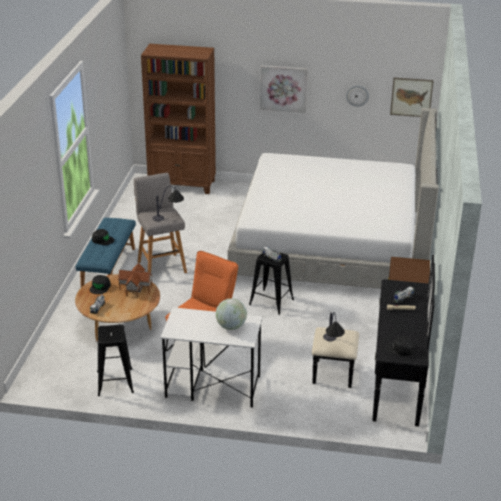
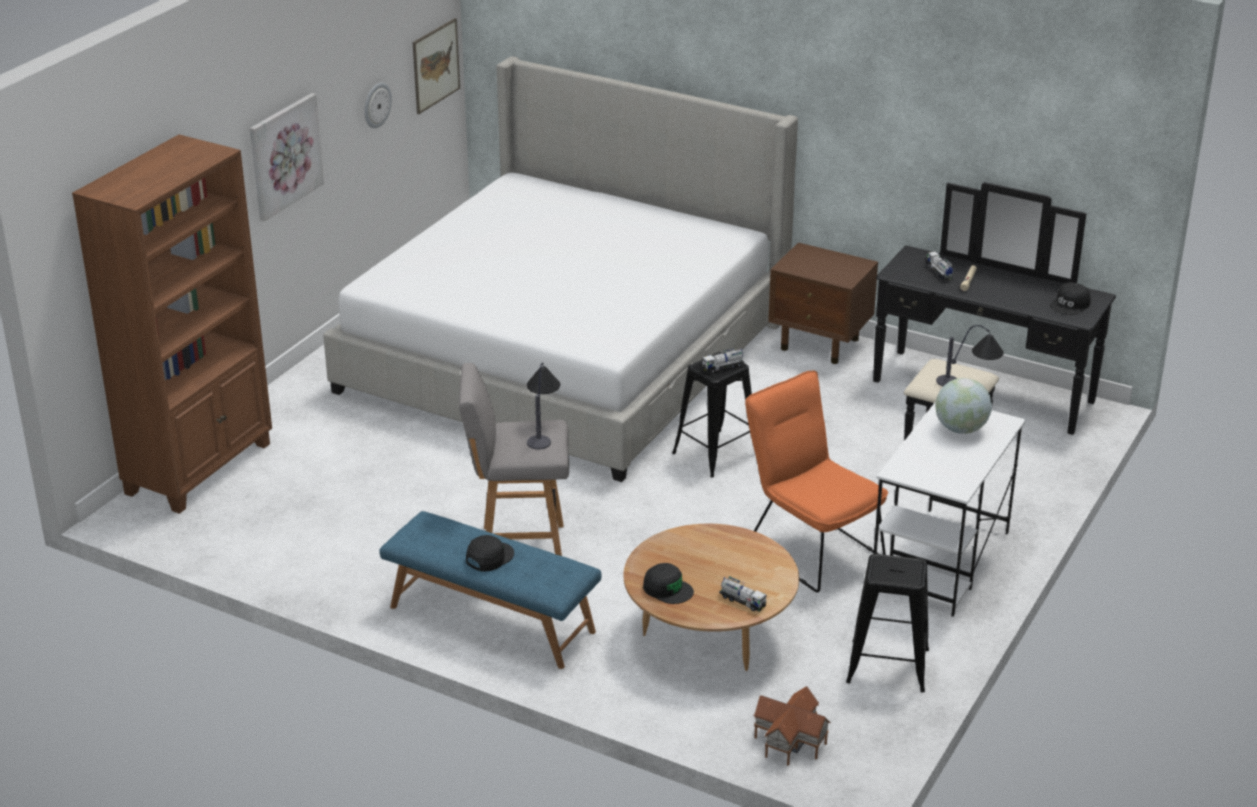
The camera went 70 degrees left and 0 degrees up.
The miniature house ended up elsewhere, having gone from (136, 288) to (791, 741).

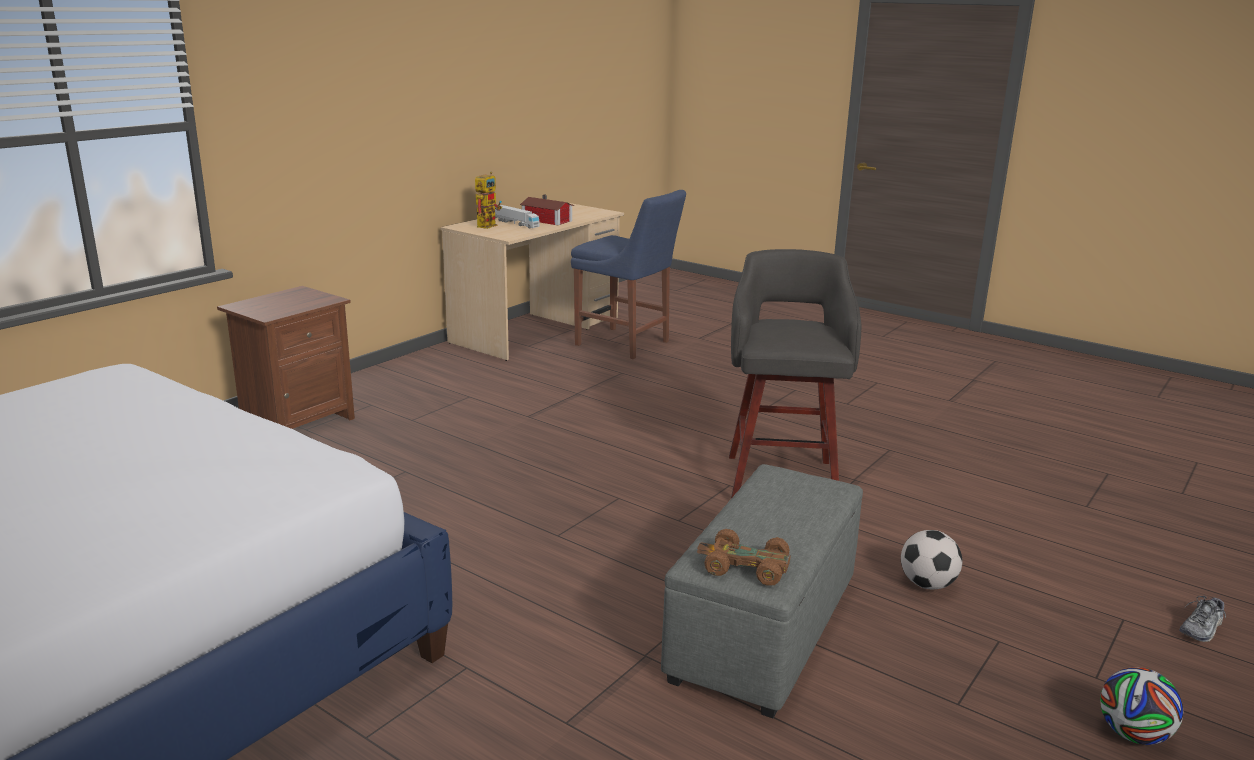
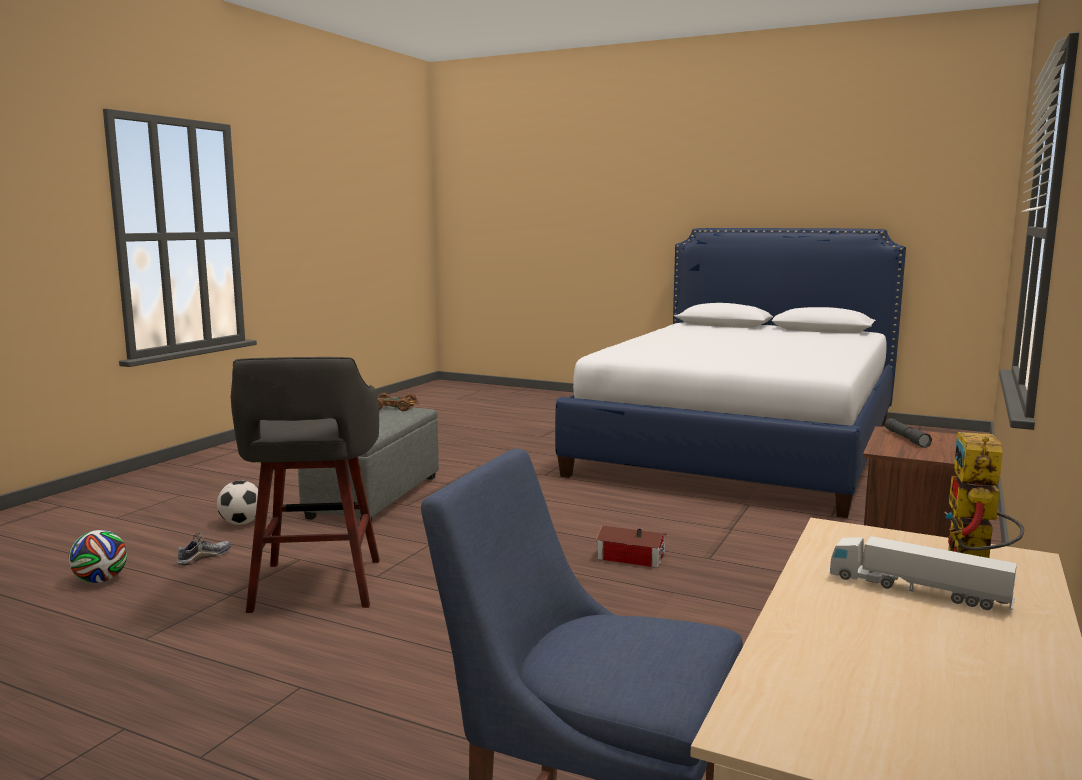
The camera went 170 degrees right and 10 degrees down.
The miniature house ended up elsewhere, having gone from (547, 220) to (630, 556).
The football ball ended up elsewhere, having gone from (1133, 734) to (100, 580).
The low shoe ended up elsewhere, having gone from (1201, 629) to (204, 557).
The second view gained the gray flashlight at (906, 438).

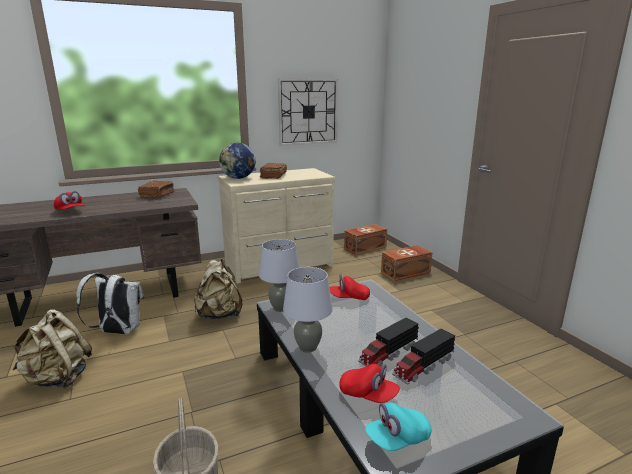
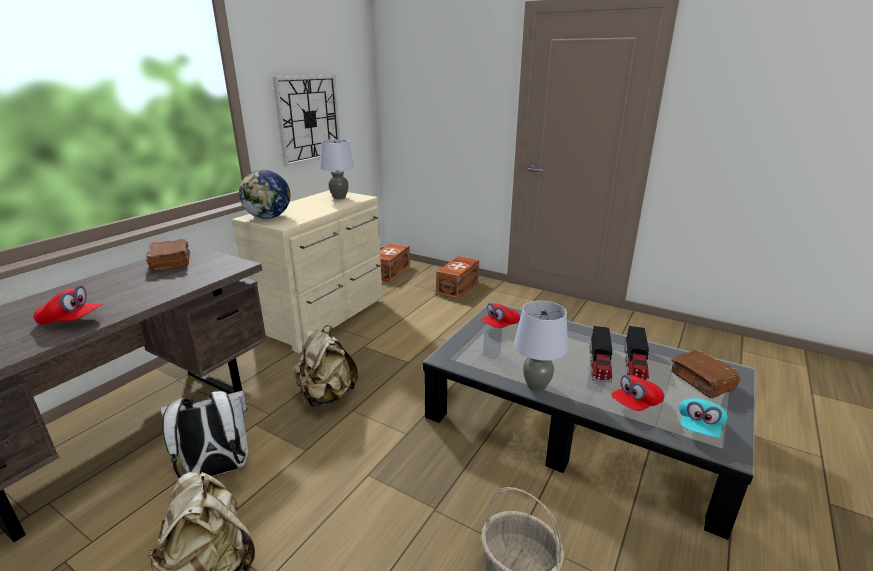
The camera went 35 degrees left and 5 degrees up.
The gray lamp for a table ended up elsewhere, having gone from (281, 308) to (339, 197).
The brownish bound book ended up elsewhere, having gone from (273, 176) to (702, 382).
The reddish baseball cap at (368, 395) ended up facing another way, 150 degrees clockwise from before.

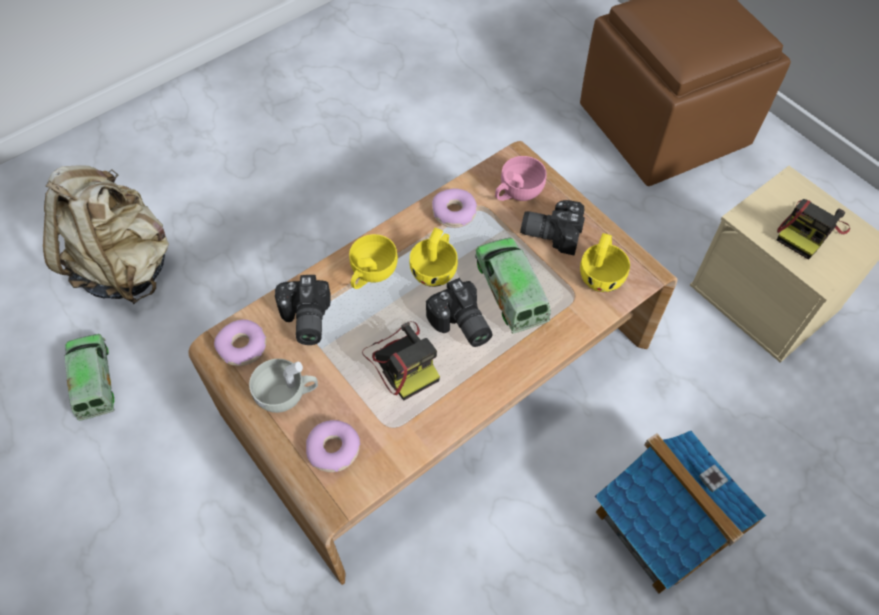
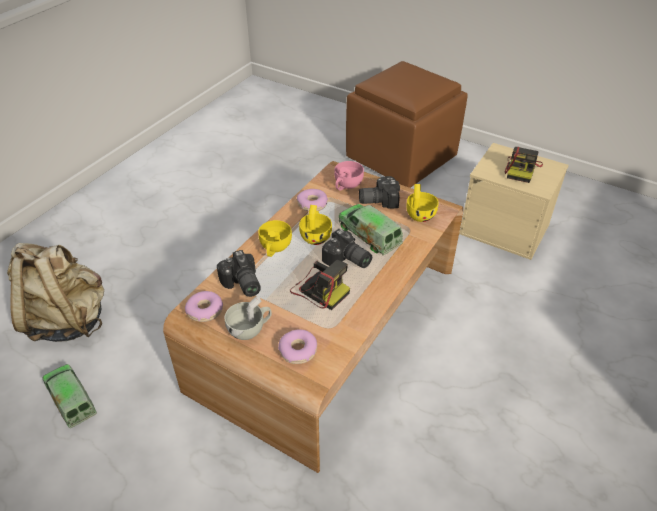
The camera went 20 degrees left and 15 degrees down.
The second view lost the miniature house at (664, 526).

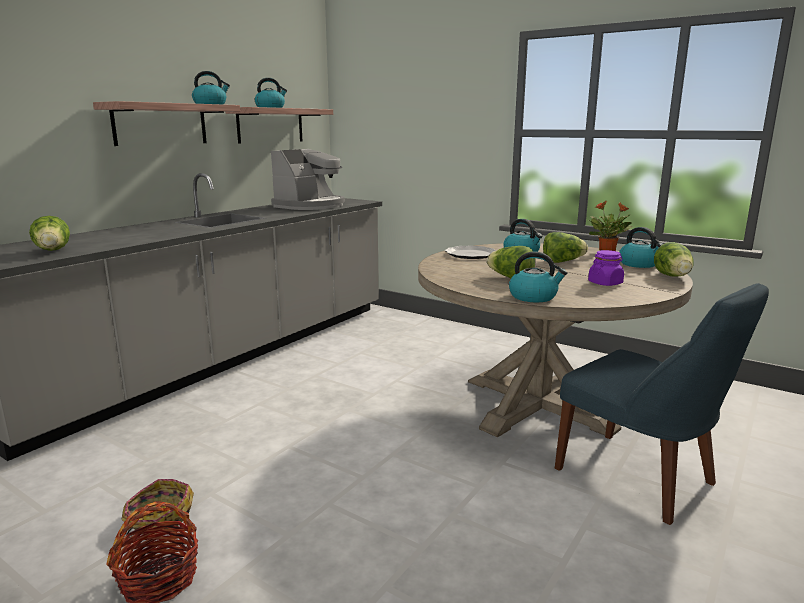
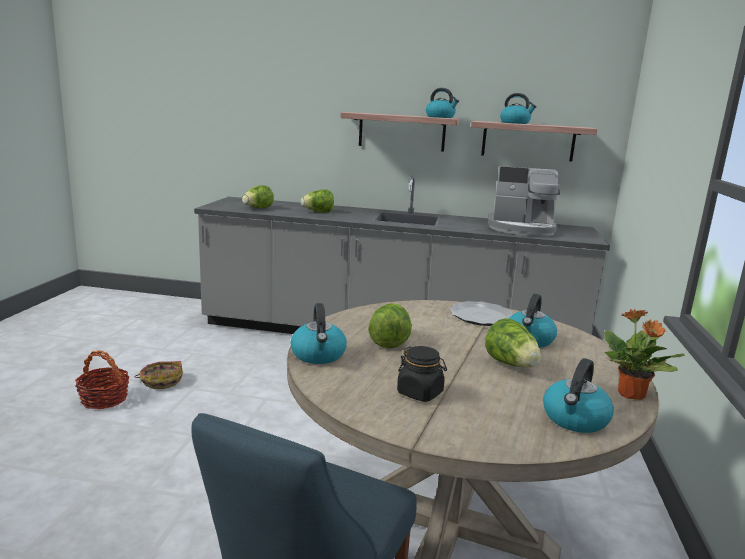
The camera went 65 degrees right and 0 degrees up.
What was the purple jar at (605, 283) turned into the black jar at (420, 393).
The lettuce ended up elsewhere, having gone from (673, 277) to (318, 212).

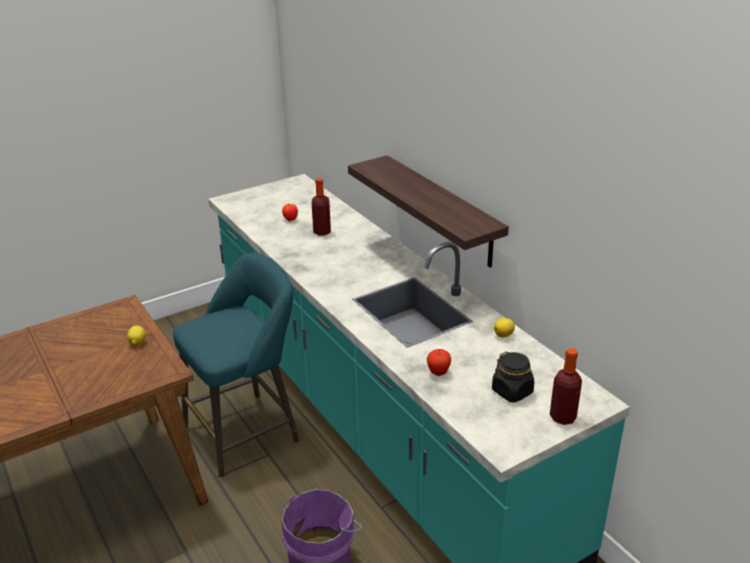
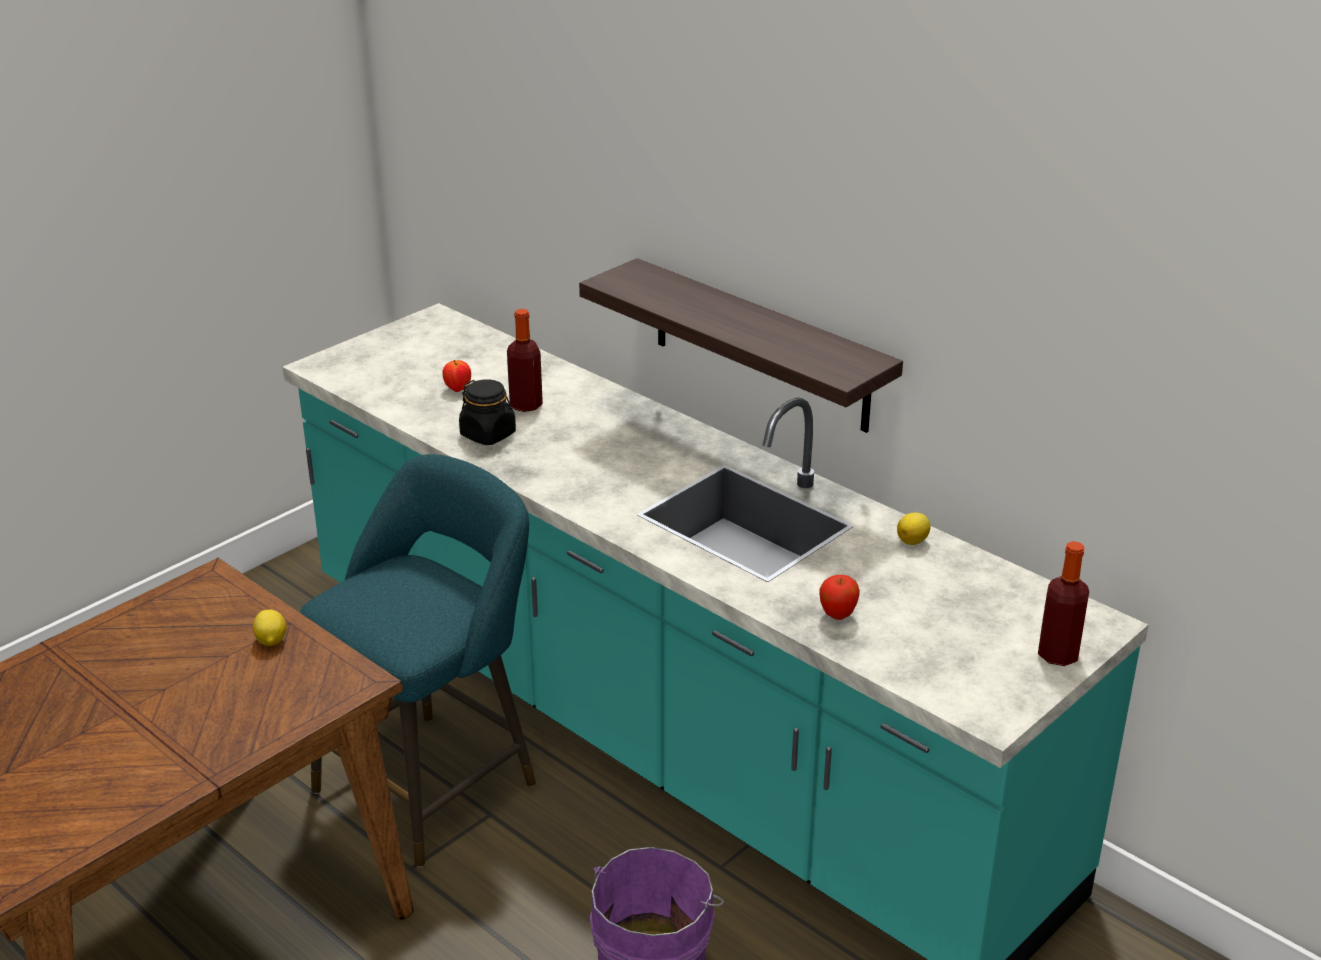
The camera went 15 degrees left and 0 degrees up.
The black jar ended up elsewhere, having gone from (512, 391) to (488, 434).

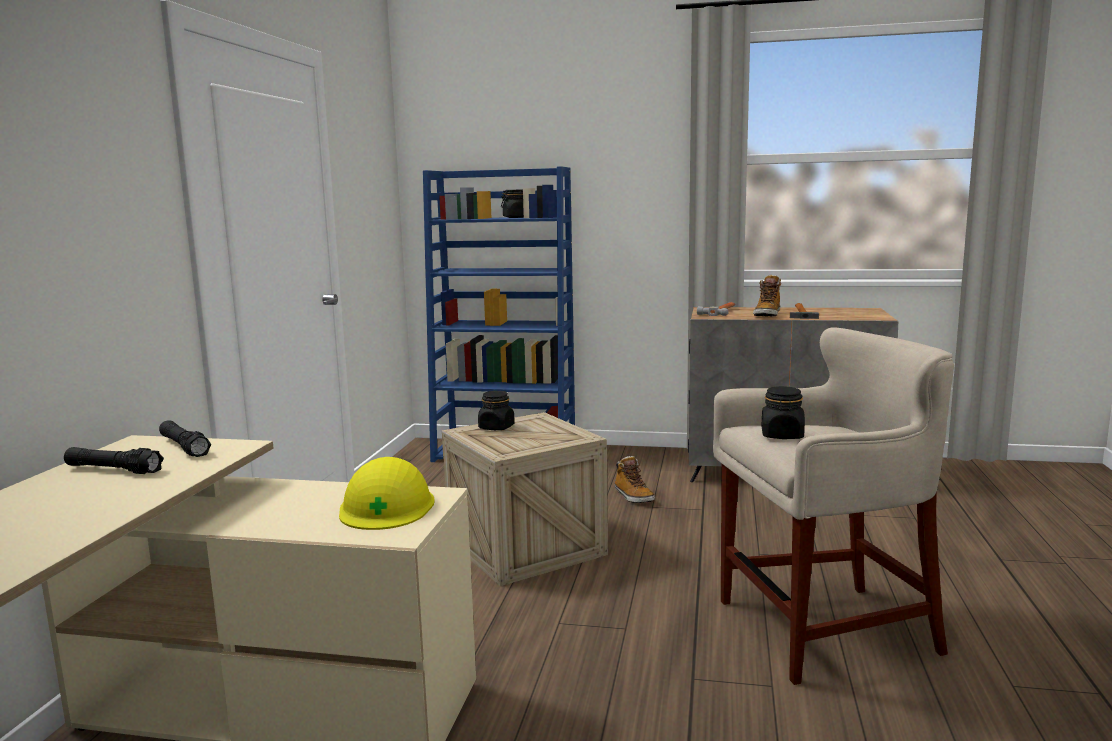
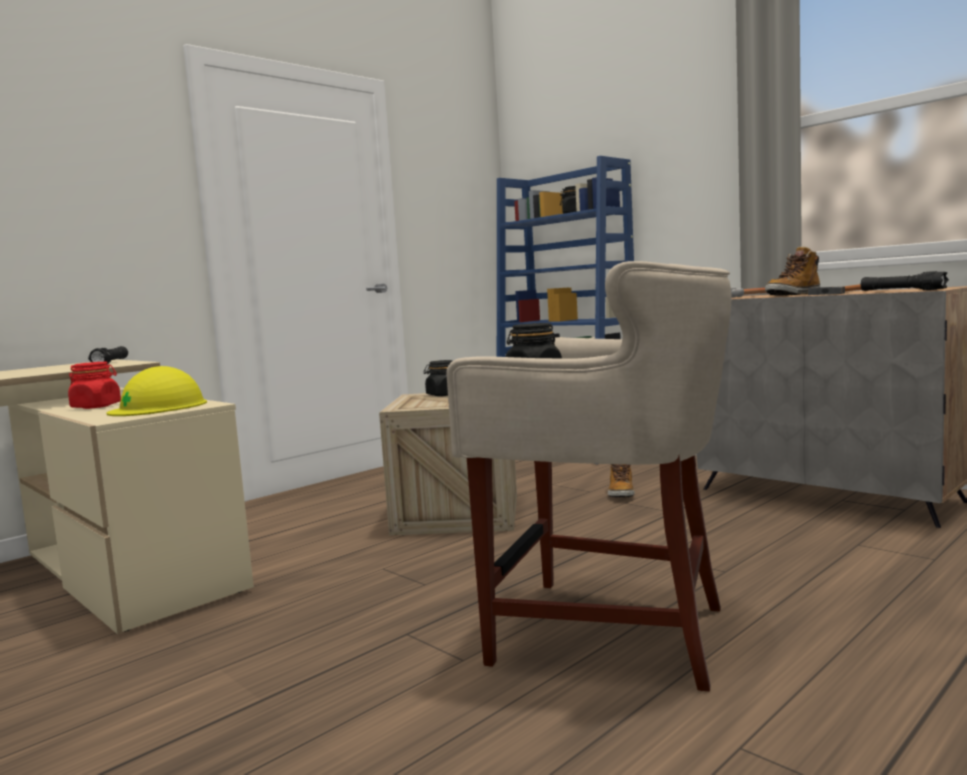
The camera went 35 degrees right and 5 degrees down.
The black flashlight ended up elsewhere, having gone from (113, 470) to (902, 291).
The second view gained the reddish jar at (96, 406).

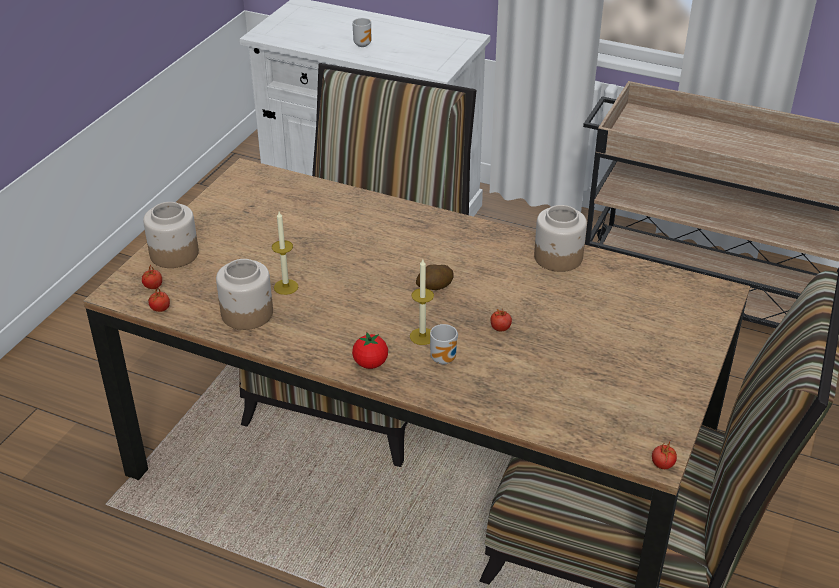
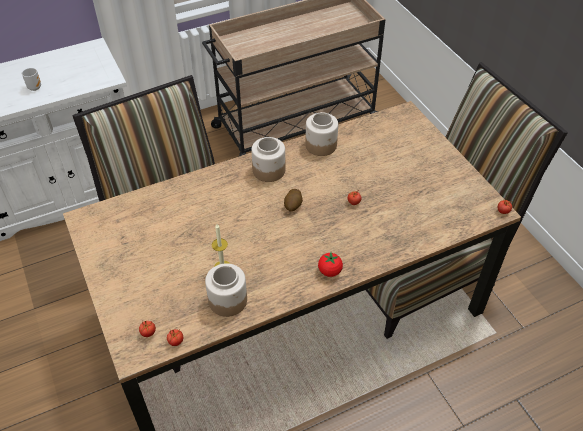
The camera went 50 degrees left and 10 degrees up.
The jar ended up elsewhere, having gone from (173, 254) to (269, 171).
The second view lost the wax light at (422, 336).
The second view lost the coffee mug at (445, 359).

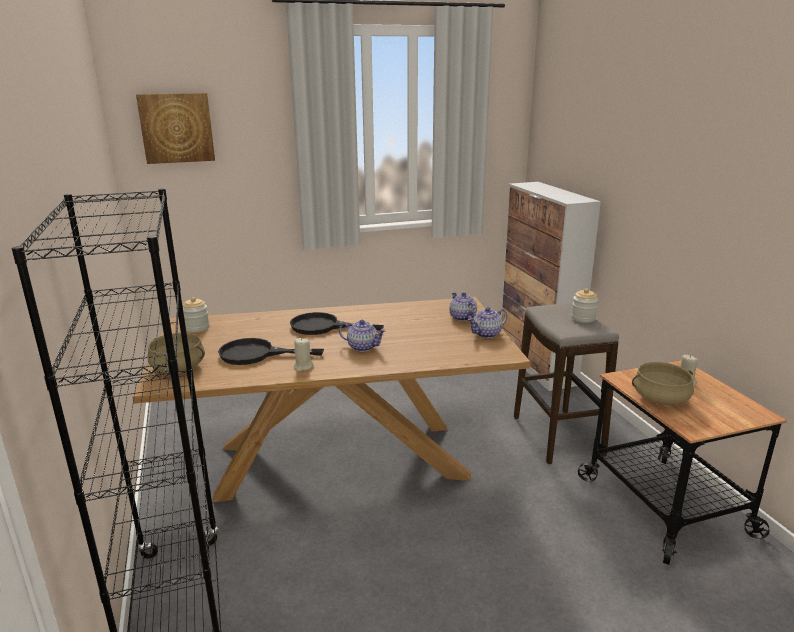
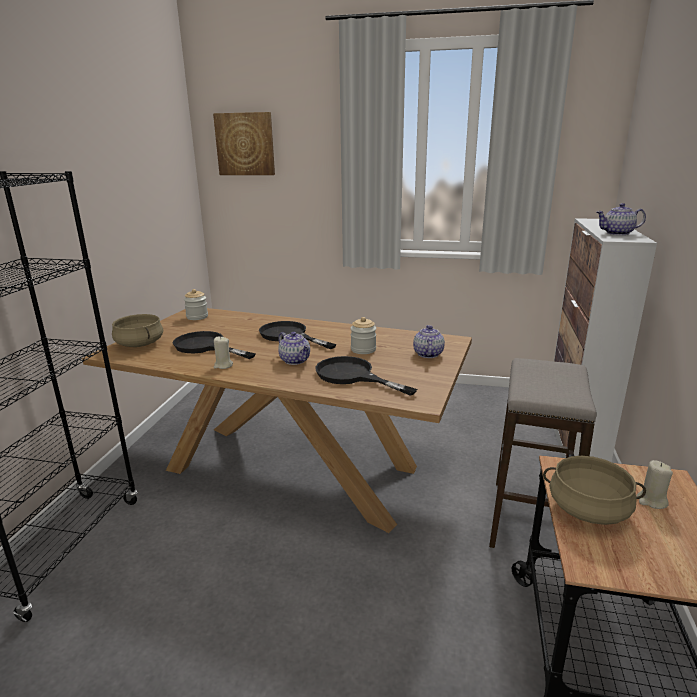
The camera went 30 degrees right and 0 degrees up.
The pot for tea ended up elsewhere, having gone from (486, 334) to (617, 233).
The jar ended up elsewhere, having gone from (583, 318) to (363, 350).
The second view gained the black pan at (352, 376).

